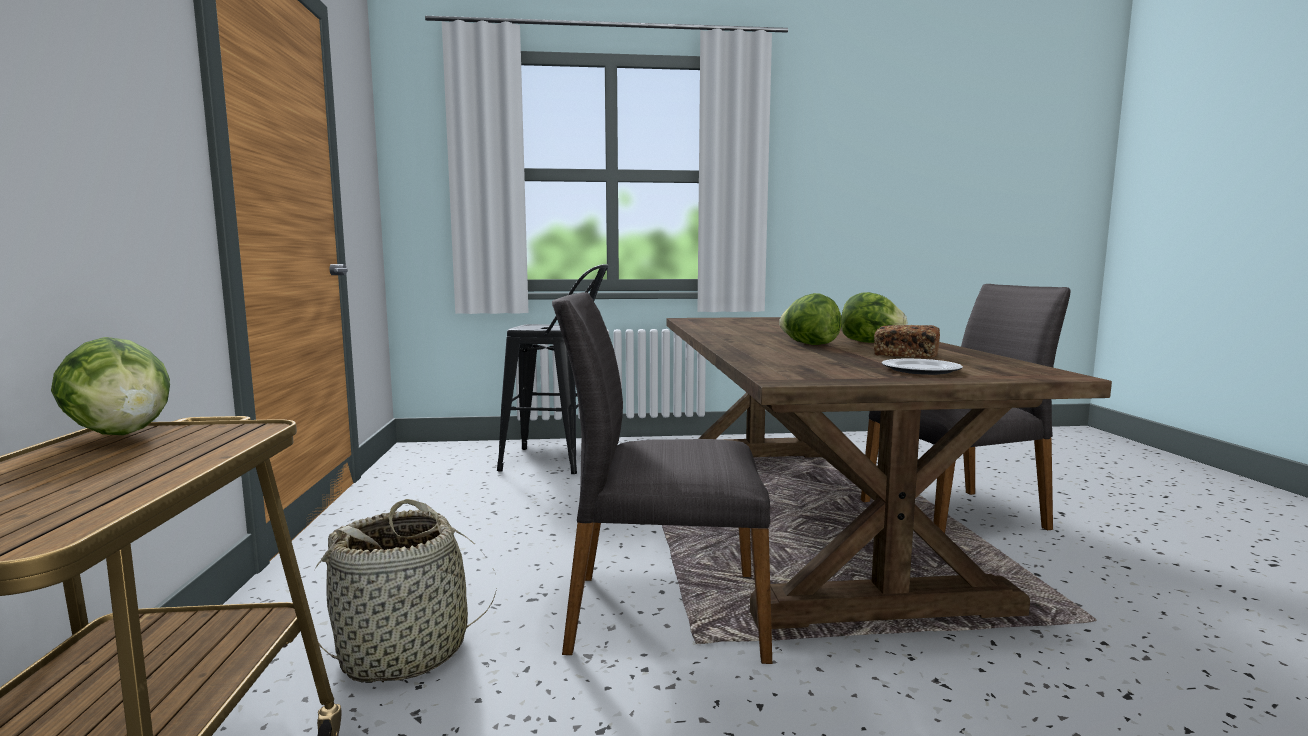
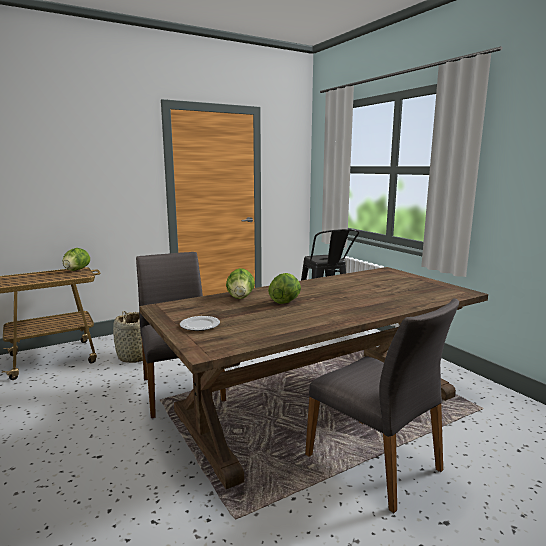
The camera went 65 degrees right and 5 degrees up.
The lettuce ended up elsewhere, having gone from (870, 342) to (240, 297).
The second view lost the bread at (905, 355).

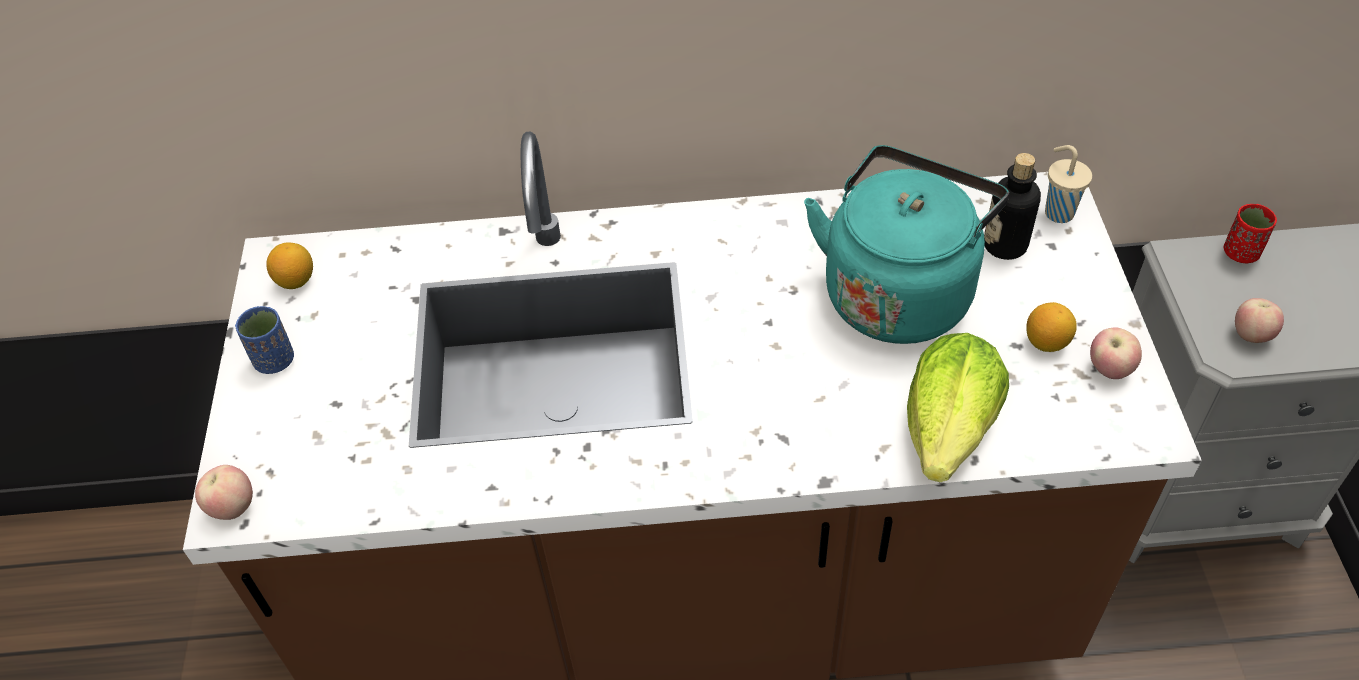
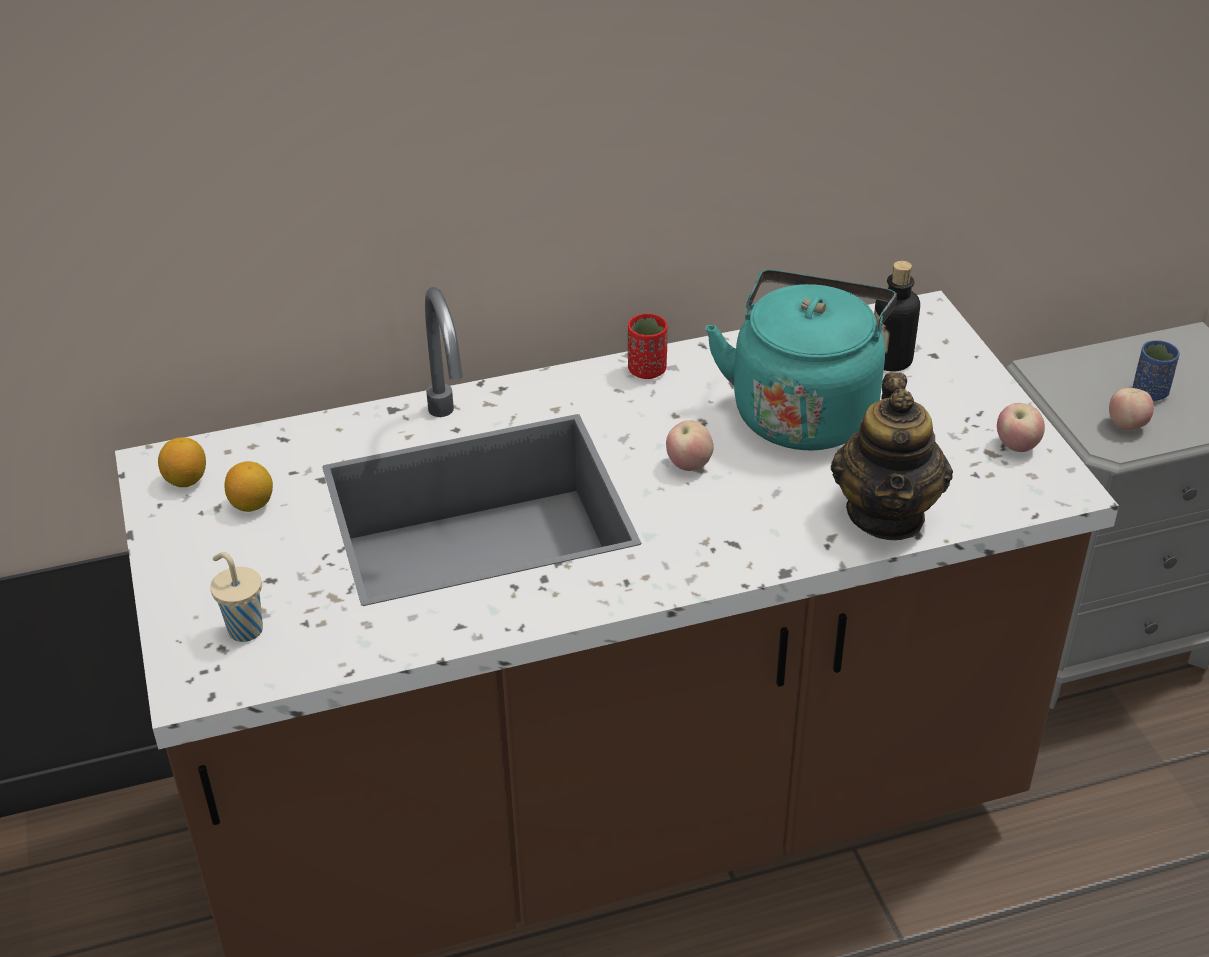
The camera went 15 degrees left and 10 degrees down.
The whole apple ended up elsewhere, having gone from (233, 507) to (689, 465).
The bluish cup ended up elsewhere, having gone from (275, 360) to (1150, 392).
Where the lettuce stood at (949, 430), the pot for tea came to stand at (886, 514).
The citrus fruit ended up elsewhere, having gone from (1046, 342) to (252, 504).
The sand-coloured cup ended up elsewhere, having gone from (1057, 212) to (244, 629).
The reddish cup ended up elsewhere, having gone from (1240, 253) to (647, 370).

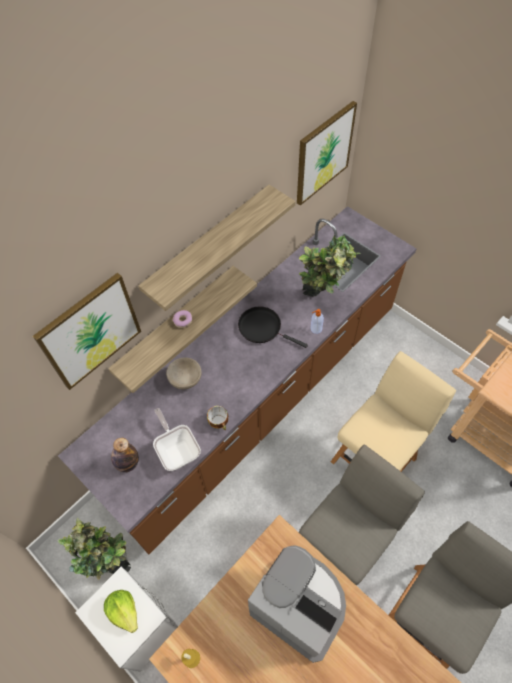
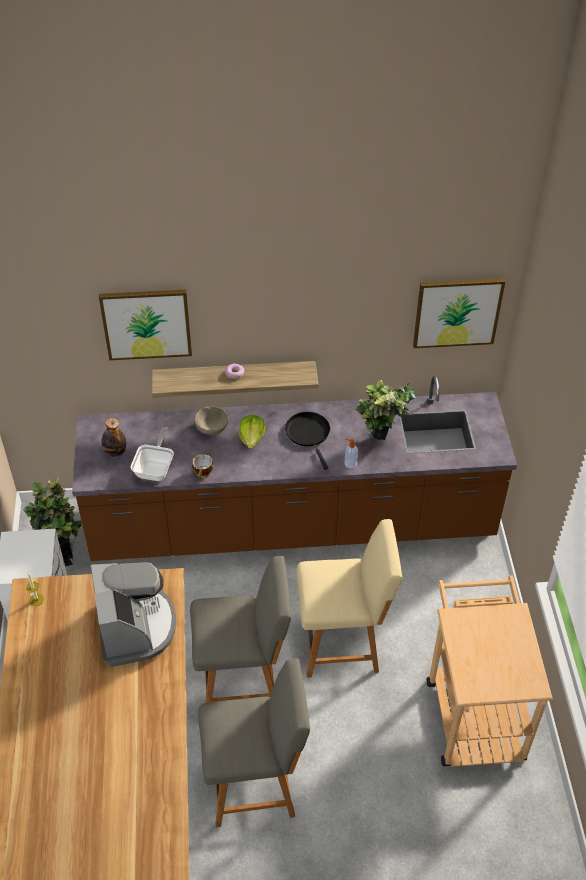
The camera went 40 degrees right and 10 degrees down.
The lettuce ended up elsewhere, having gone from (124, 611) to (252, 438).
The second view lost the bracket shelf at (209, 245).

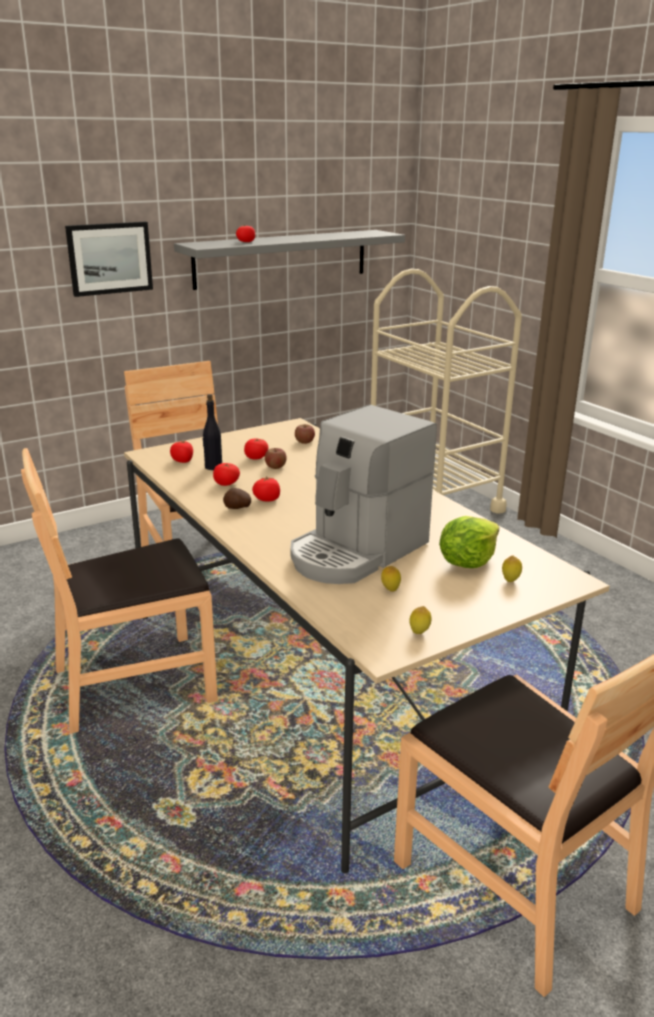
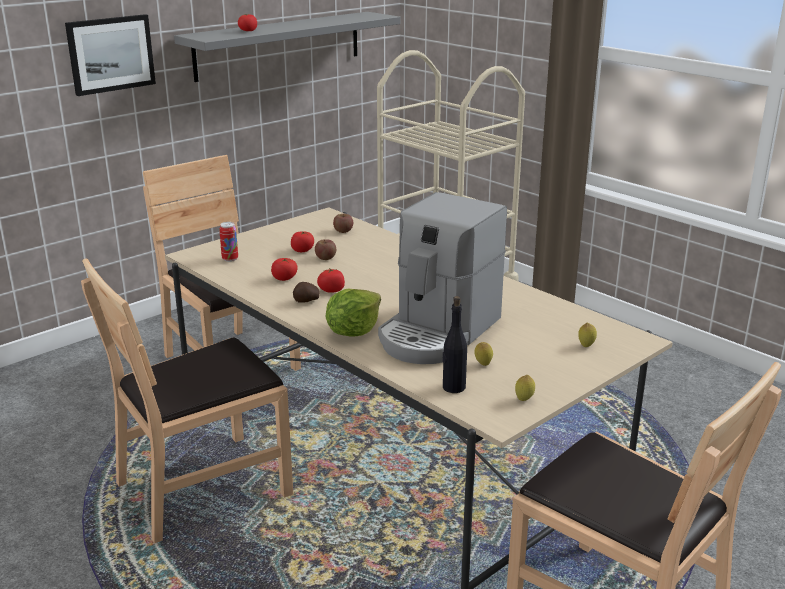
The camera went 10 degrees left and 0 degrees up.
Where the tomato stood at (182, 461), the sealed can came to stand at (230, 259).
The black bottle ended up elsewhere, having gone from (213, 467) to (453, 387).
The lettuce ended up elsewhere, having gone from (467, 562) to (353, 331).

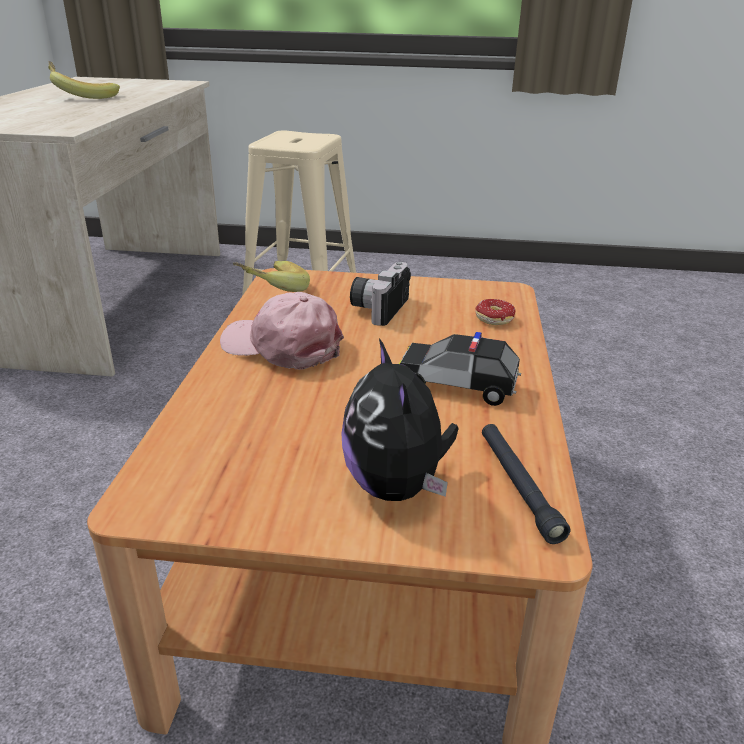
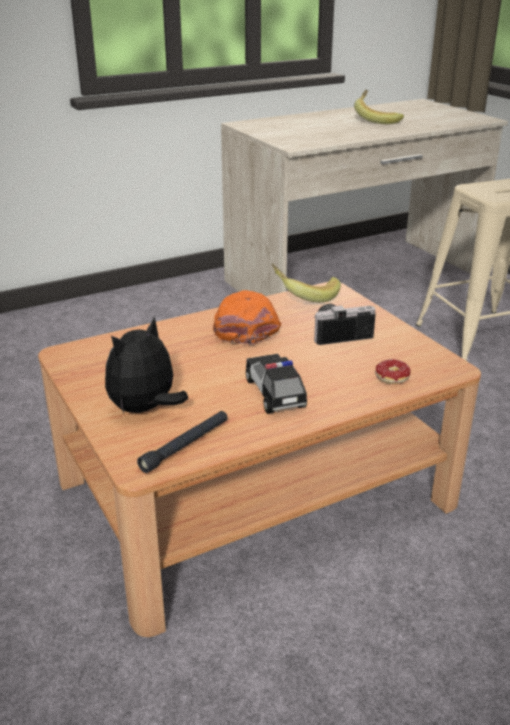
The camera went 55 degrees right and 0 degrees up.
What was the pink baseball cap at (282, 346) turned into the orangey baseball cap at (244, 326).

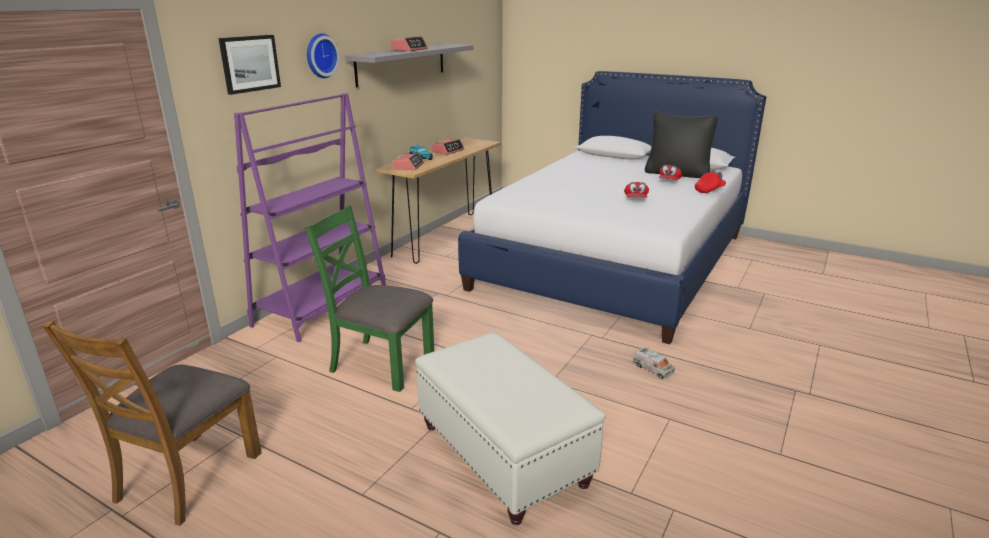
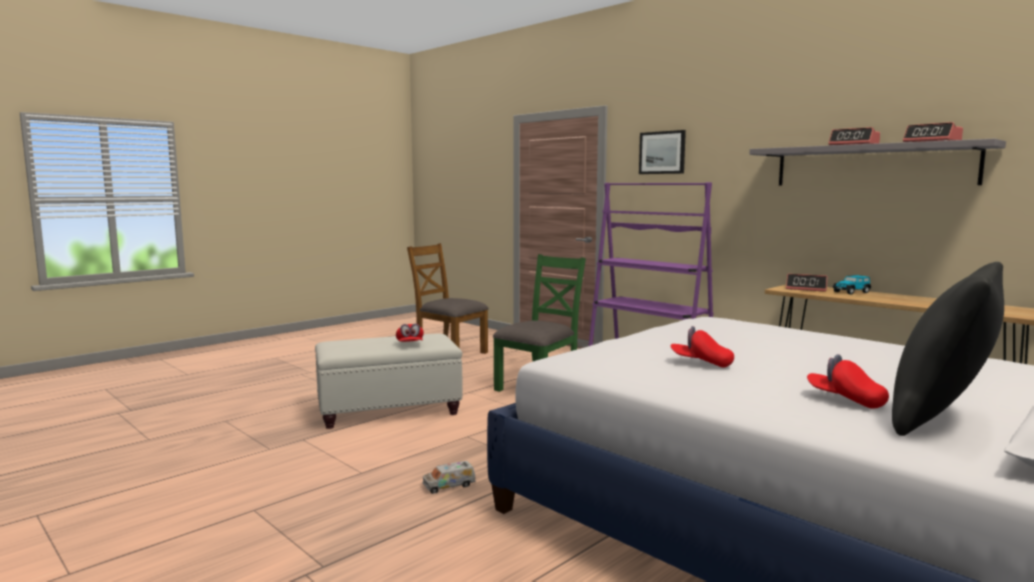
The camera went 105 degrees right and 15 degrees down.
The second view lost the hanging clock at (320, 55).
The alarm clock ended up elsewhere, having gone from (448, 151) to (932, 142).
The reddish baseball cap ended up elsewhere, having gone from (709, 190) to (410, 345).

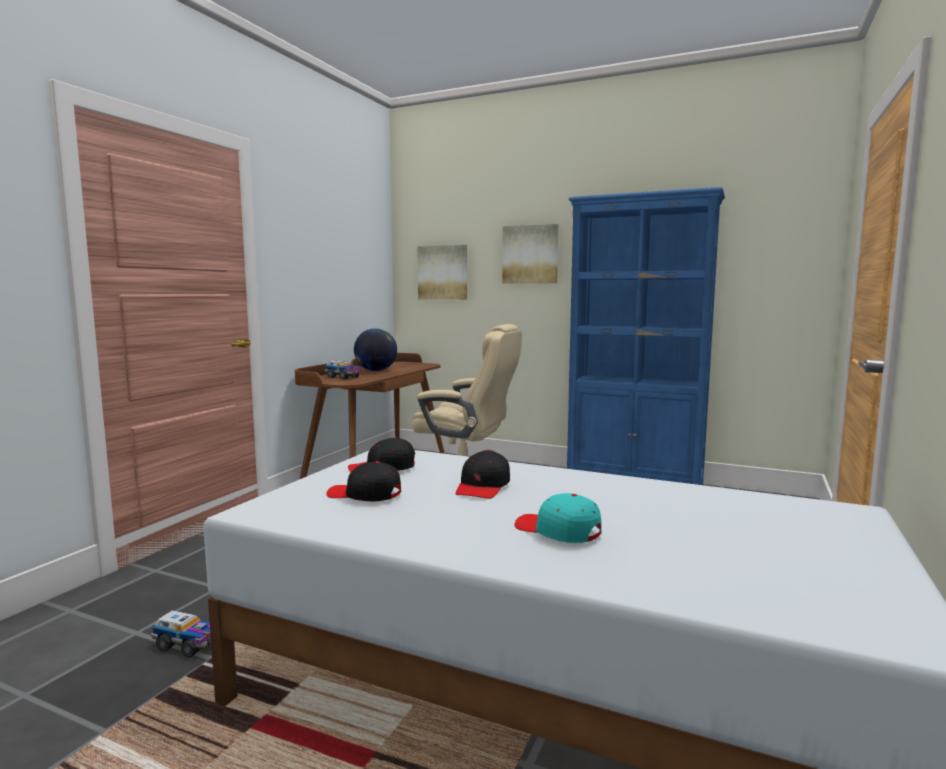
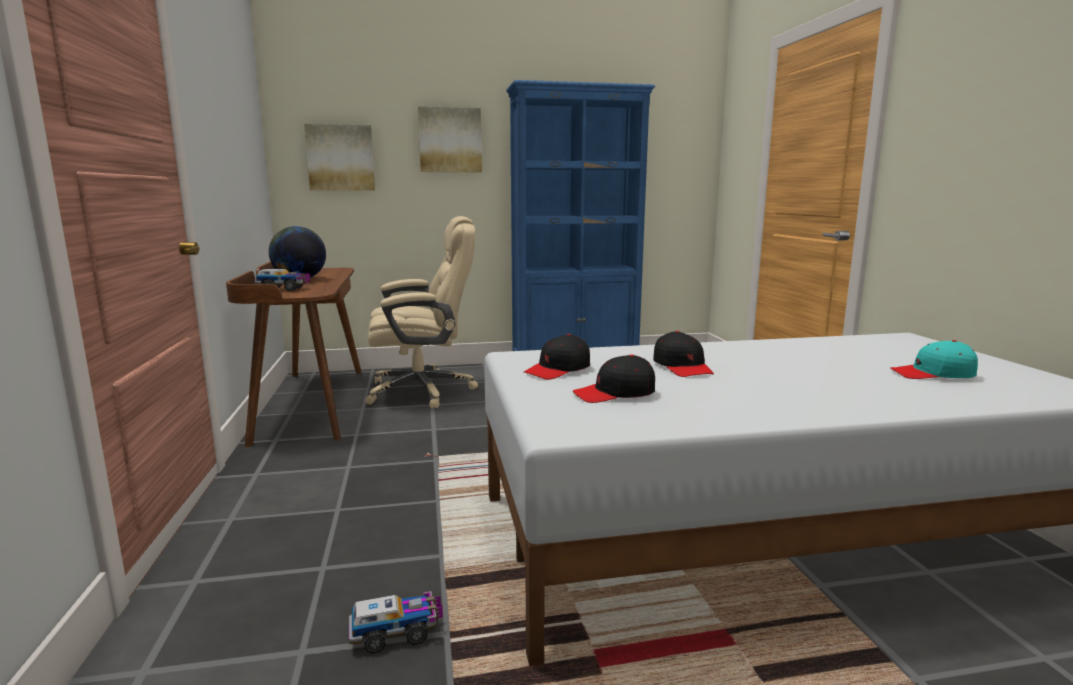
The camera went 35 degrees left and 5 degrees up.
The turquoise-coloured baseball cap ended up elsewhere, having gone from (558, 531) to (933, 374).

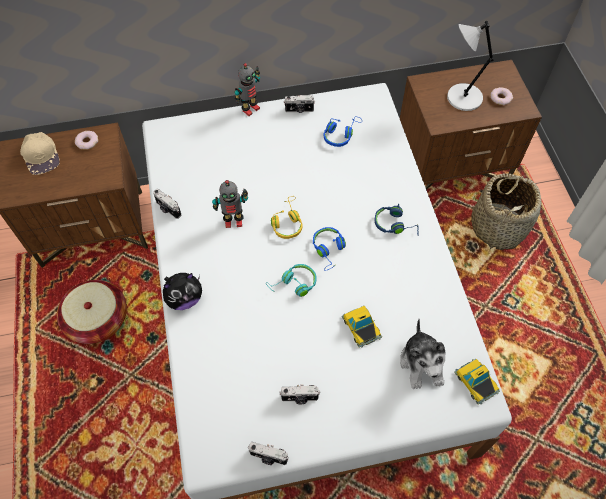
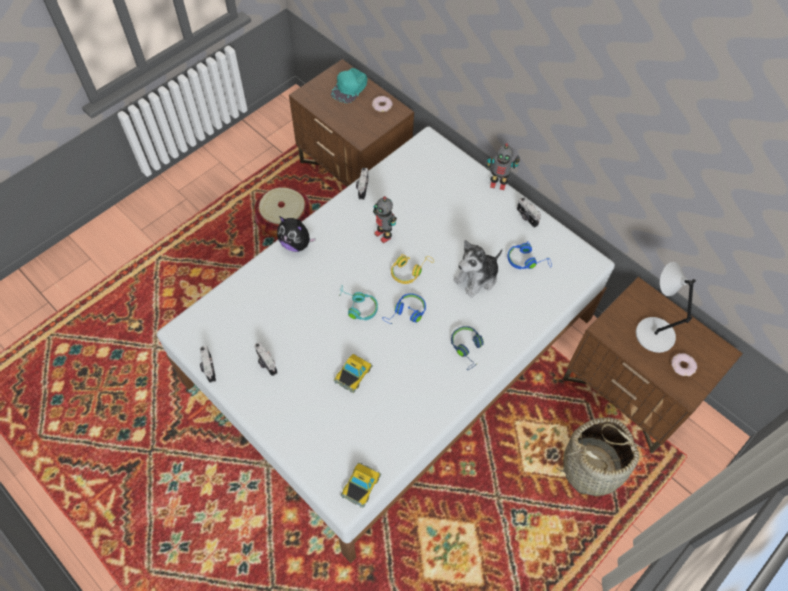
The camera went 55 degrees right and 0 degrees up.
What was the sand-coloured baseball cap at (41, 155) turned into the turquoise-coloured baseball cap at (350, 88).
The cuddly toy ended up elsewhere, having gone from (422, 363) to (477, 278).

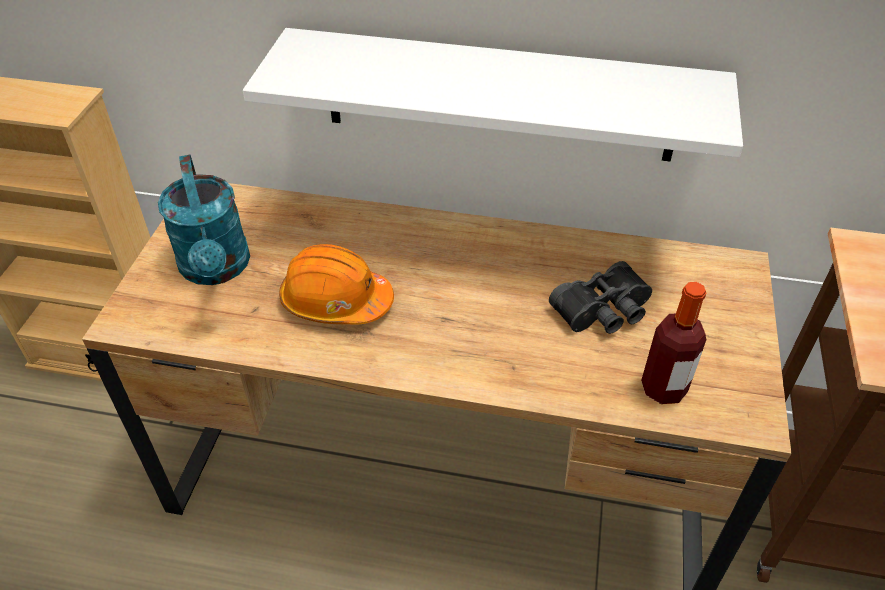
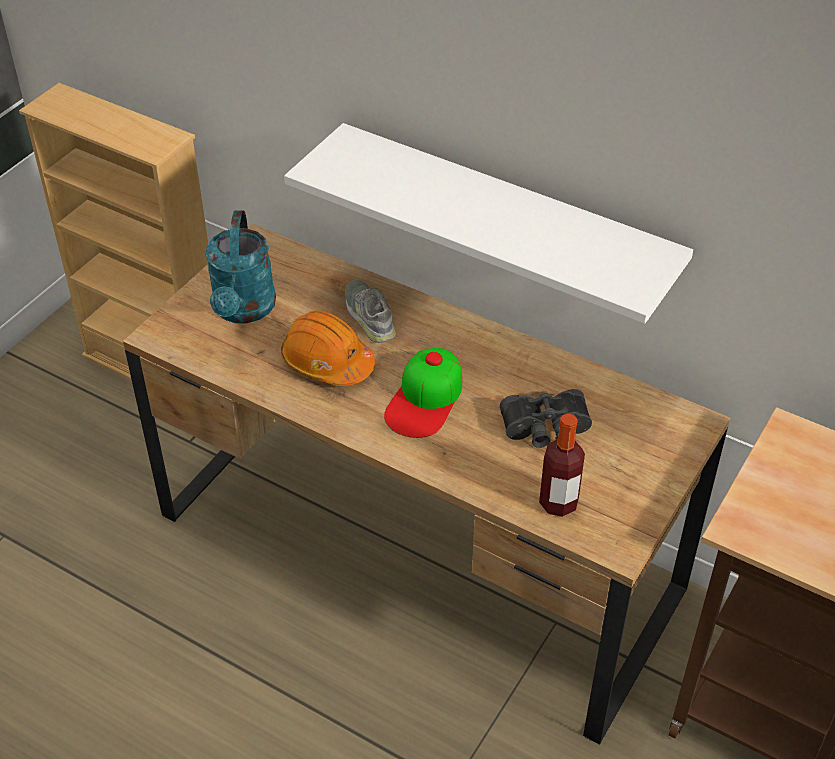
The camera went 20 degrees right and 0 degrees up.
The second view gained the gray low shoe at (370, 316).
The second view gained the baseball cap at (425, 399).

